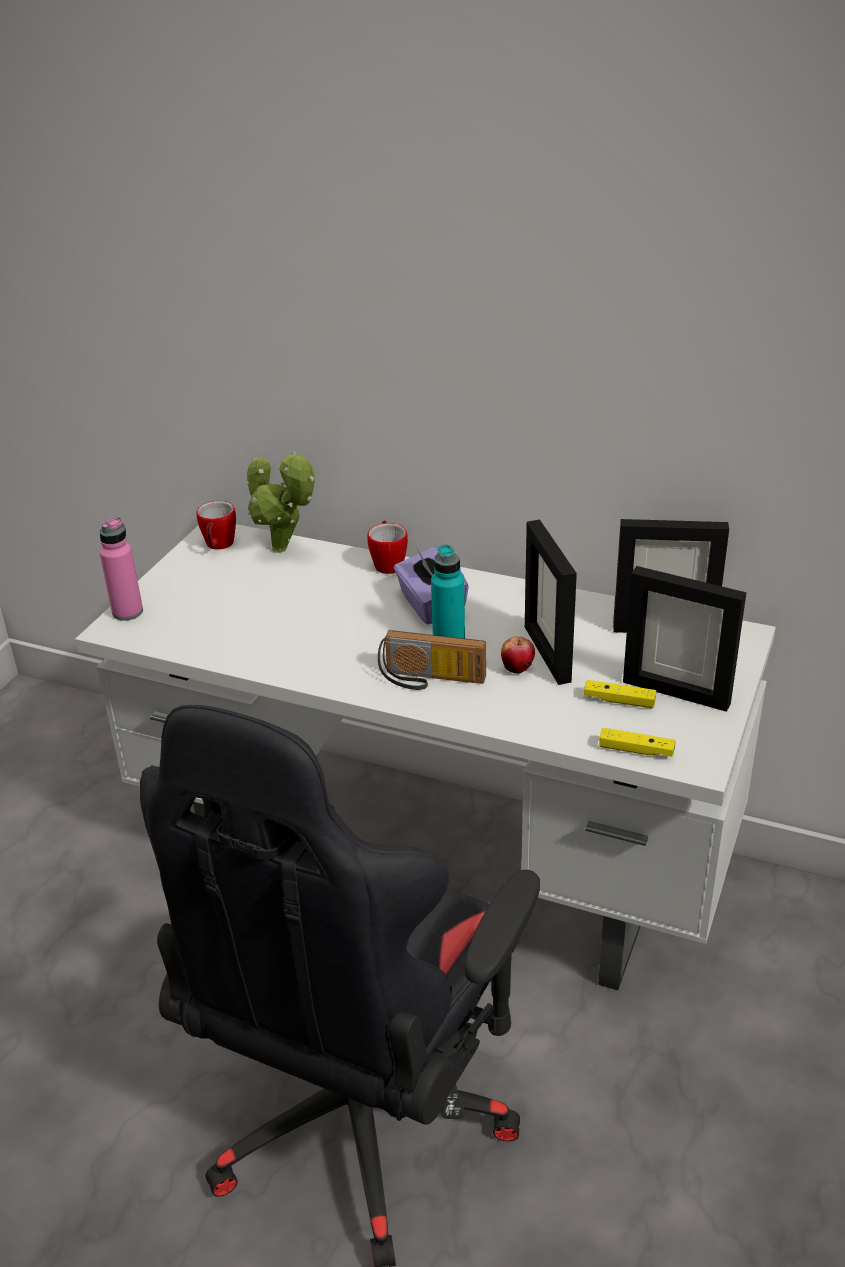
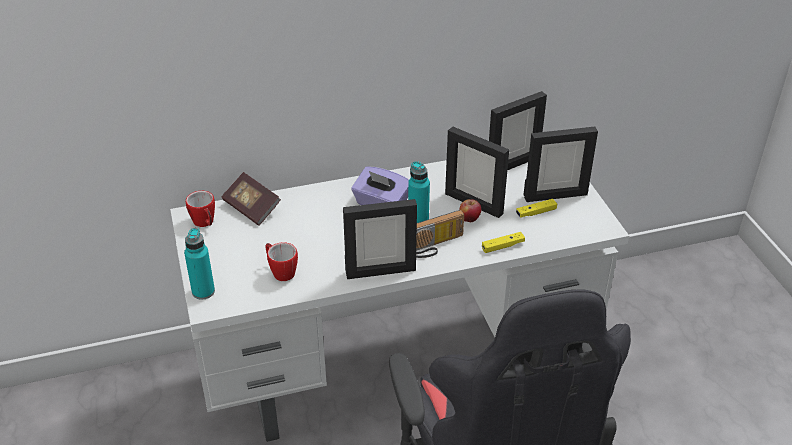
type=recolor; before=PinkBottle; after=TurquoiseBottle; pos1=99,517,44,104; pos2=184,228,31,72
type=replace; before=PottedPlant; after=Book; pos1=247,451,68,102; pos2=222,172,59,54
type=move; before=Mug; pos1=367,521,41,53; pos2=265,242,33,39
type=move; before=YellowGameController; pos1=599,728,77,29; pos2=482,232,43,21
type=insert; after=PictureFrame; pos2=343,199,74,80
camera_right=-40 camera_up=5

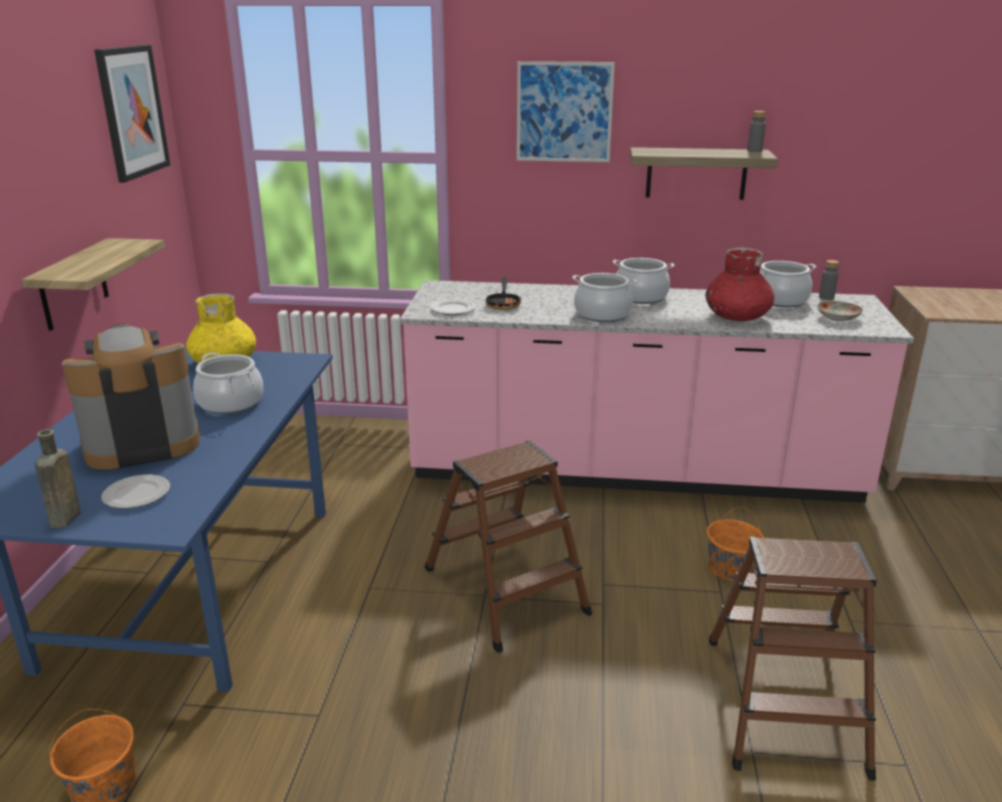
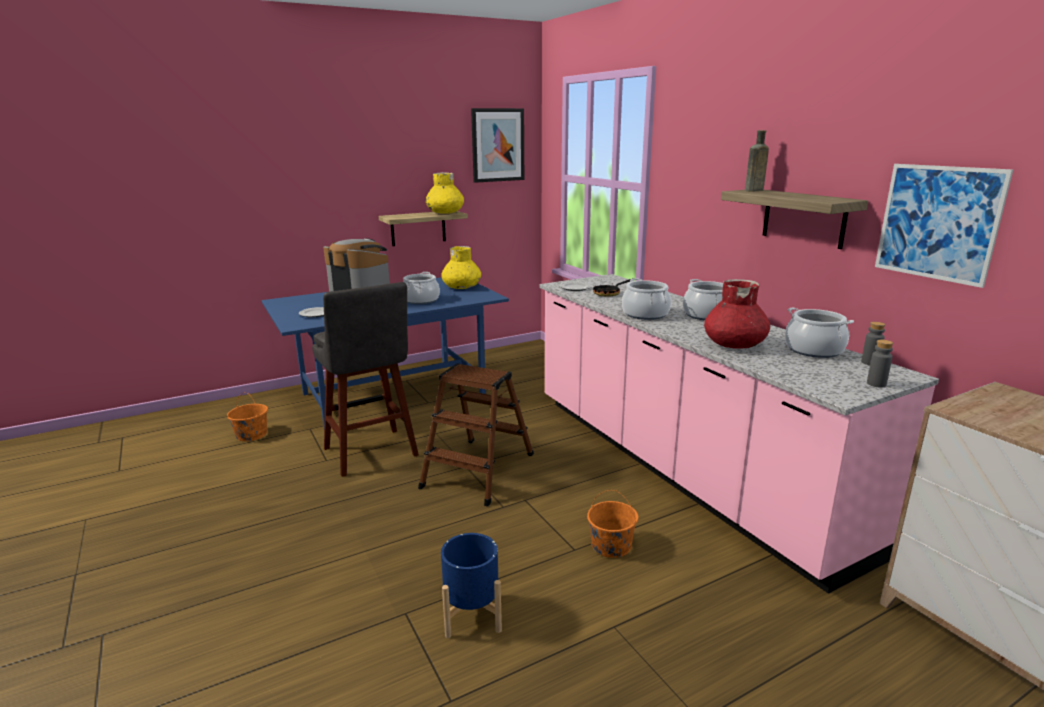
type=move; before=BrownBottle; pos1=35,429,46,100; pos2=745,130,24,62
type=move; before=Picture; pos1=517,61,98,101; pos2=875,164,138,124
type=replace; before=BrownStepLadder; after=BluePlanter; pos1=709,537,168,244; pos2=441,533,61,105
type=move; before=GreyBottle; pos1=747,111,19,41; pos2=867,340,26,48
type=delete; before=Plate; pos1=817,301,46,20
type=insert; after=GreyStool; pos2=312,282,107,195
type=insert; after=YellowVase; pos2=425,172,39,42
camera_right=55 camera_up=-5

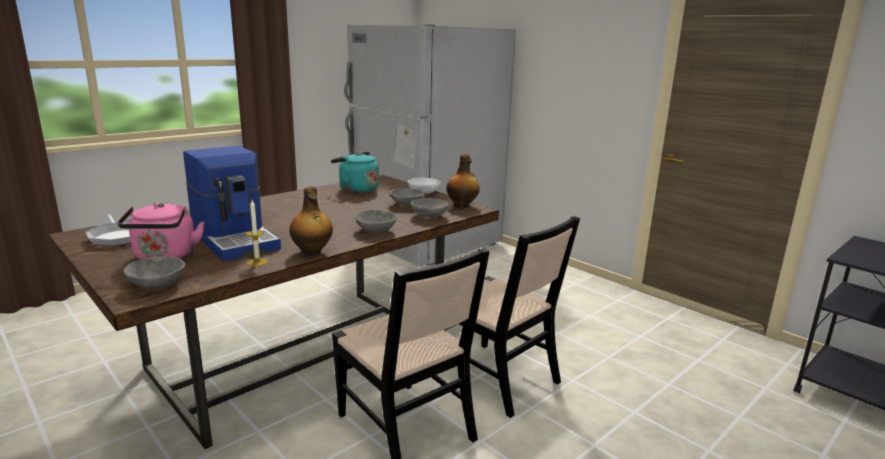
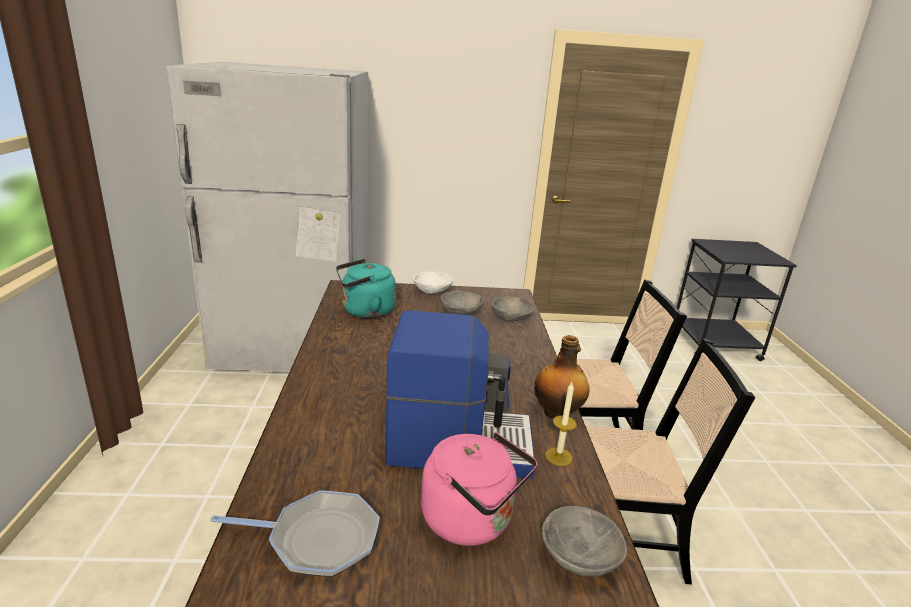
type=delete; before=GreyBowl; pos1=355,210,42,23
type=delete; before=Bottle; pos1=446,154,34,54
camera_right=-50 camera_up=5

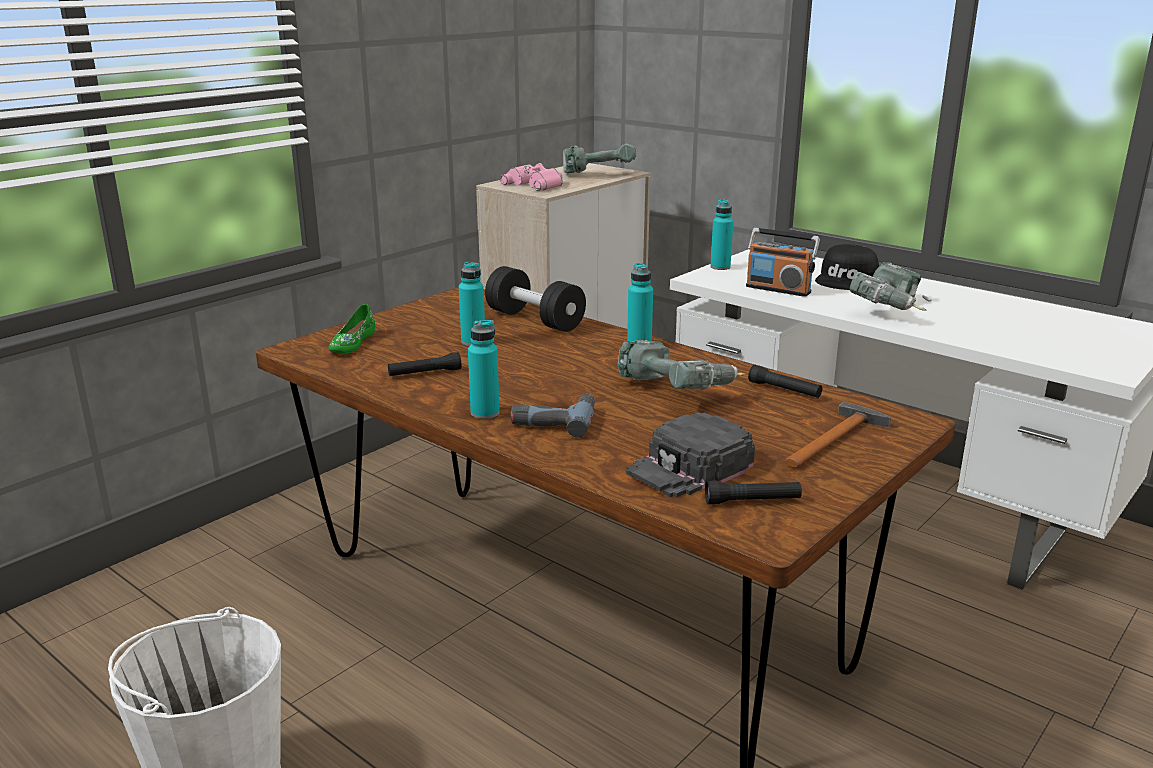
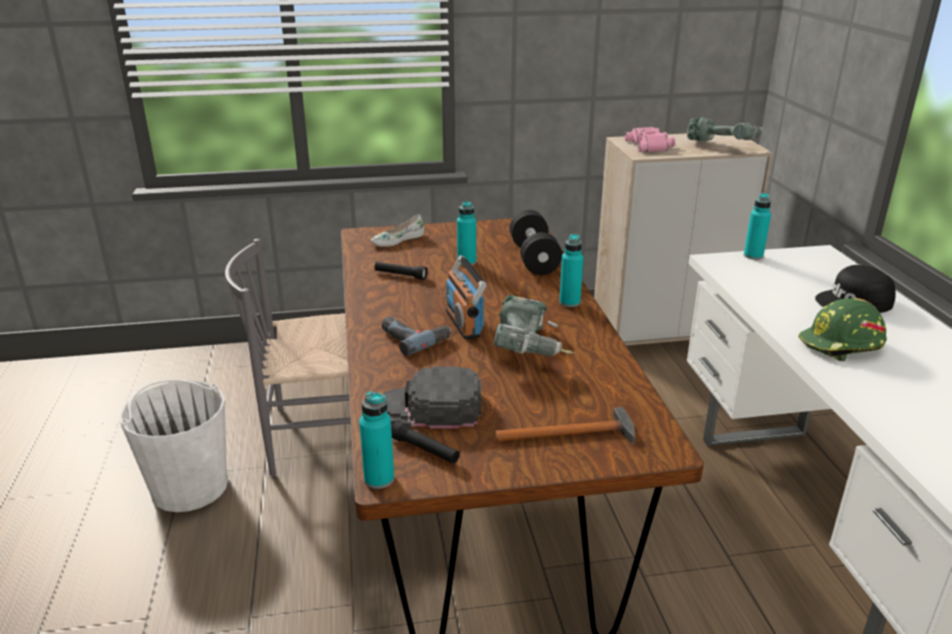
type=recolor; before=GreenShoe; after=WhiteShoe; pos1=329,304,46,49; pos2=371,214,53,33
type=move; before=TurquoiseBottle; pos1=468,320,32,99; pos2=359,391,35,98
type=move; before=Radio; pos1=746,228,74,69; pos2=446,255,41,84
type=delete; before=BlackFlashlight; pos1=748,365,74,33
type=replace; before=PowerDrill; after=GreenHardHat; pos1=850,262,82,49; pos2=798,298,89,63
type=insert; after=GreyChair; pos2=225,239,126,237
camera_right=40 camera_up=5

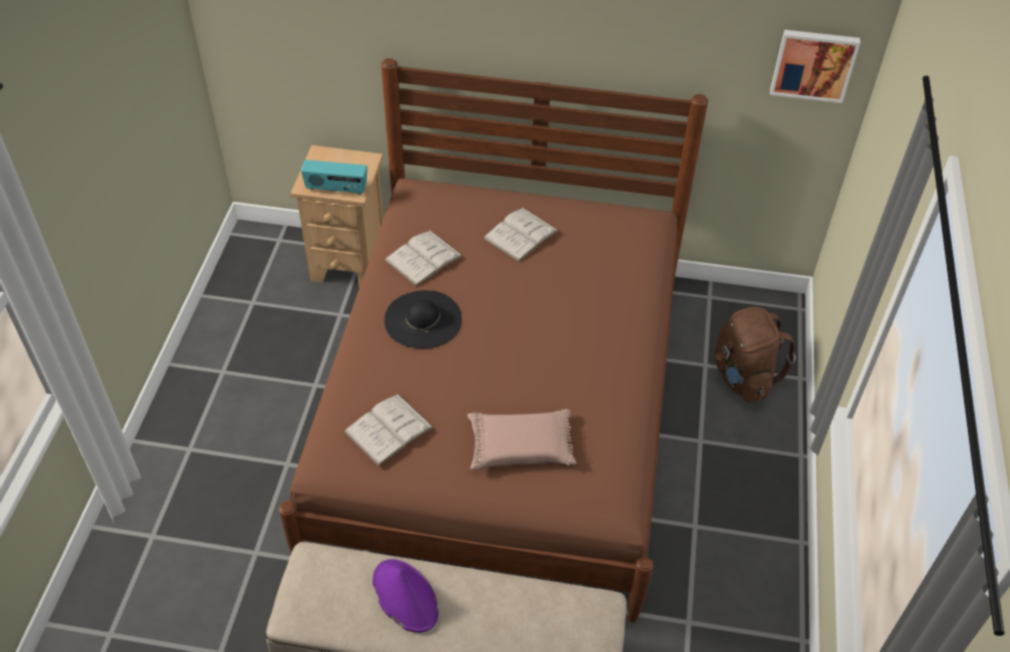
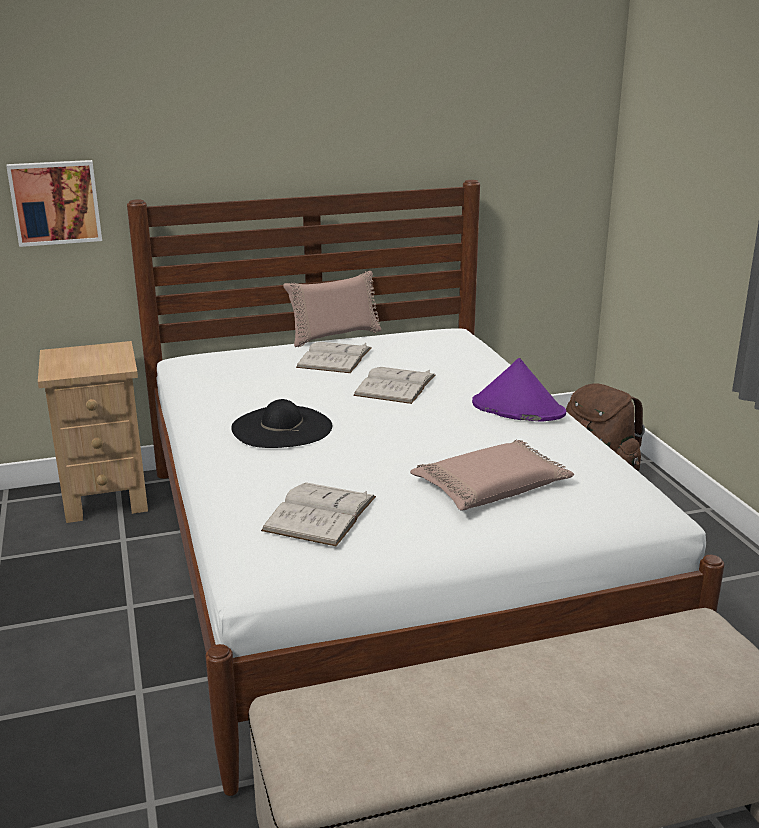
type=recolor; before=BrownBed; after=WhiteBed; pos1=279,58,429,564; pos2=127,180,597,616
type=delete; before=Radio; pos1=301,160,66,35
type=move; before=PurpleHat; pos1=373,559,66,74; pos2=472,358,94,64
type=move; before=WhiteBook; pos1=384,230,79,57; pos2=353,367,83,37
type=move; before=Picture; pos1=770,30,90,73; pos2=6,160,96,87
type=insert; after=BeigePillow; pos2=283,271,98,76
camera_right=-25 camera_up=-25

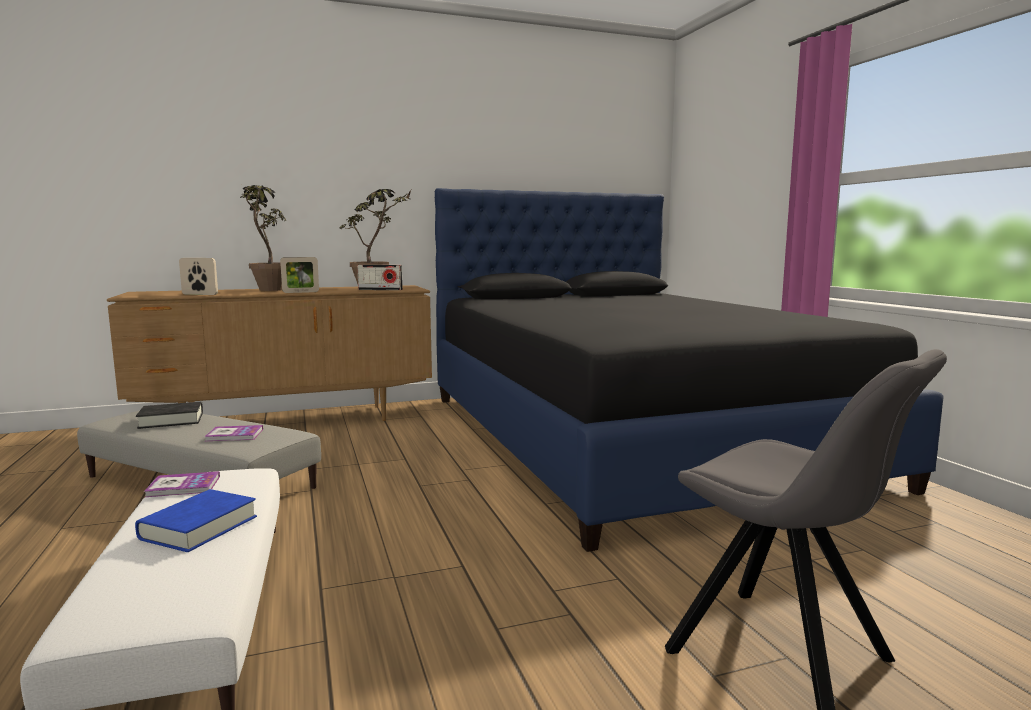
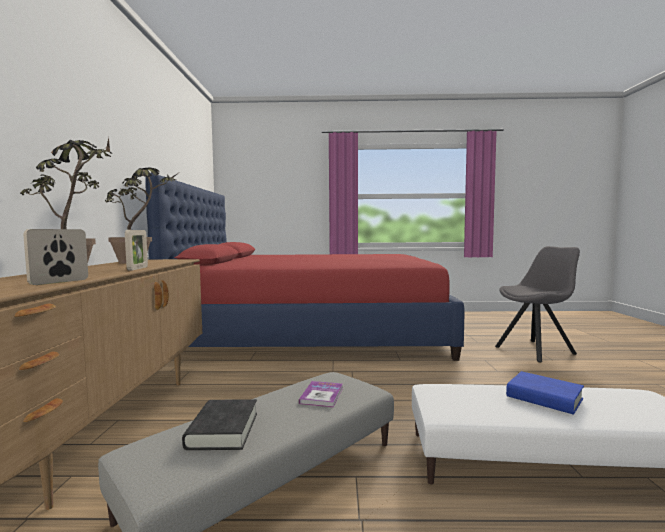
type=delete; before=Book; pos1=144,471,76,26
type=delete; before=Radio; pos1=357,265,46,25
type=recolor; before=BlackBed; after=RedBed; pos1=435,188,509,364; pos2=145,173,319,188
camera_right=-70 camera_up=-5

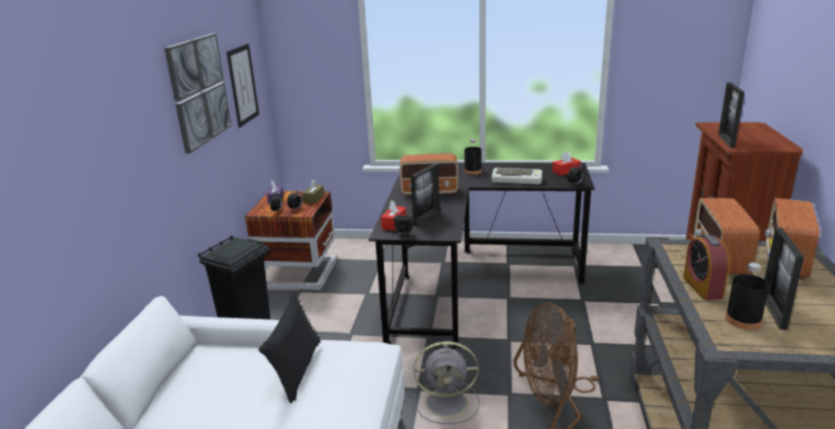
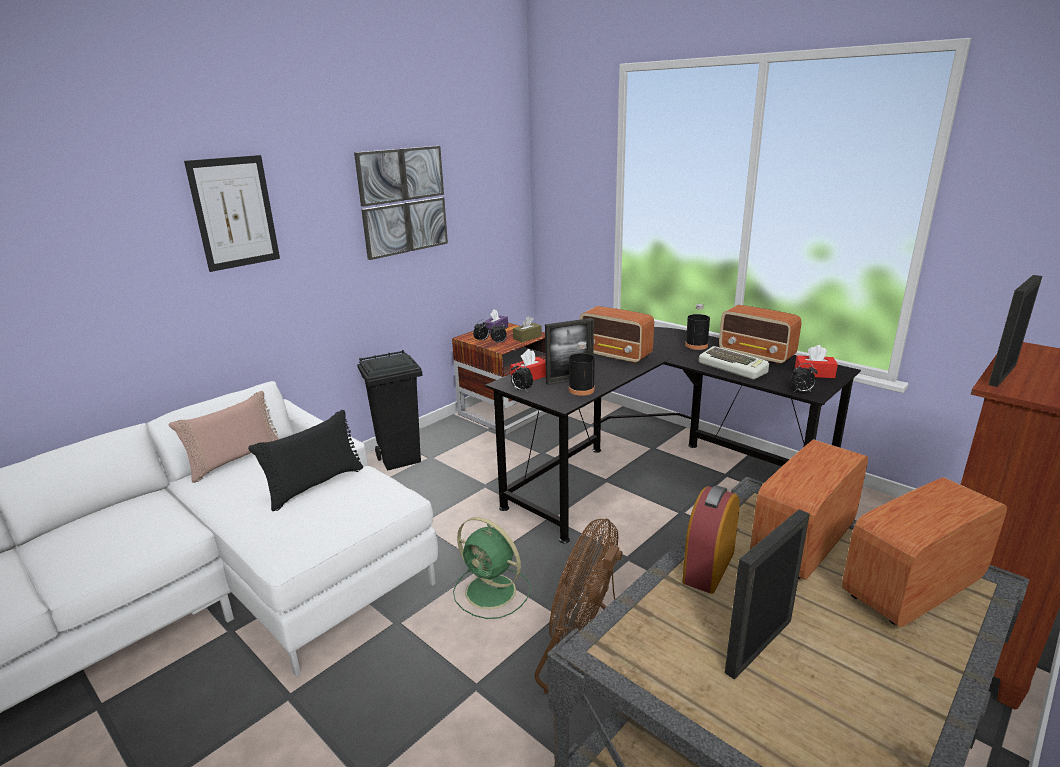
type=move; before=Picture; pos1=227,44,32,84; pos2=184,155,96,117
type=recolor; before=GreyFan; after=GreenFan; pos1=413,341,66,83; pos2=453,517,77,102
type=move; before=BlackBottle; pos1=725,263,44,67; pos2=569,342,26,54
type=insert; after=BeigePillow; pos2=169,391,110,92
type=insert; after=Radio; pos2=719,305,82,60
camera_right=35 camera_up=0

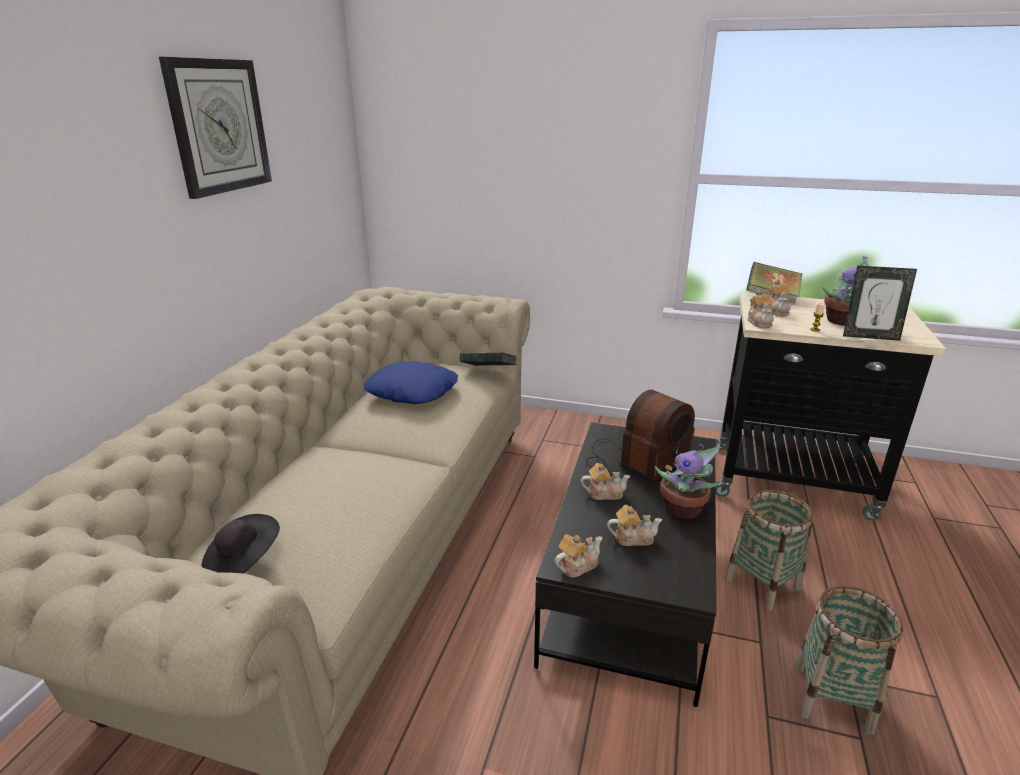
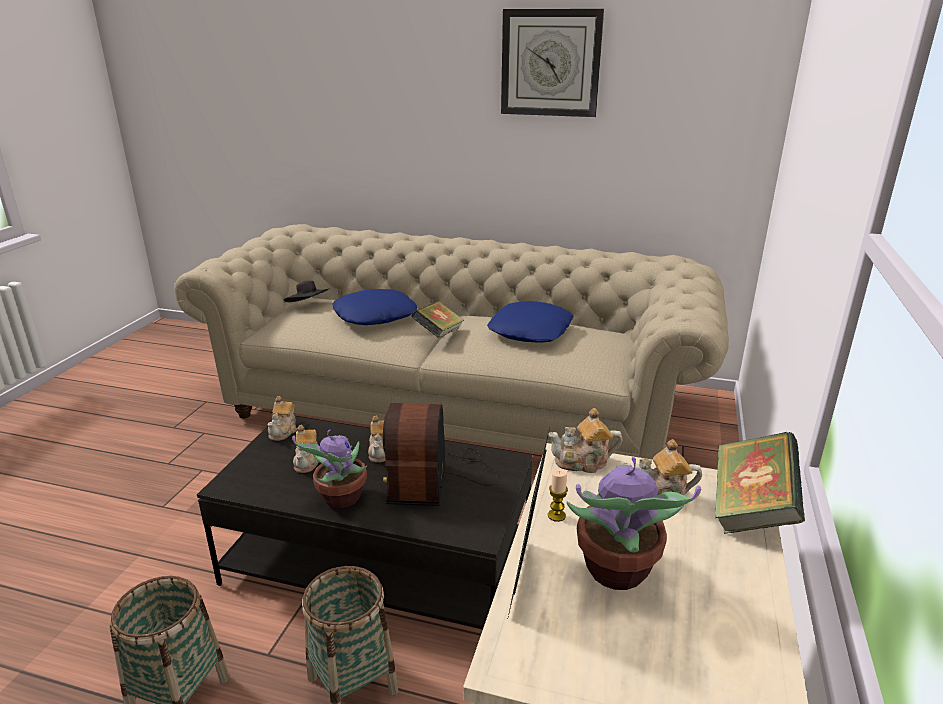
type=move; before=Book; pos1=459,352,58,14; pos2=411,301,53,37
type=rotate; before=Teapot; pos1=554,534,48,43; pos2=267,396,30,45; turn=45
type=rotate; before=Radio; pos1=586,390,109,94; pos2=383,403,115,103; turn=45
type=insert; after=BluePillow; pos2=332,289,85,36
camera_right=90 camera_up=0

